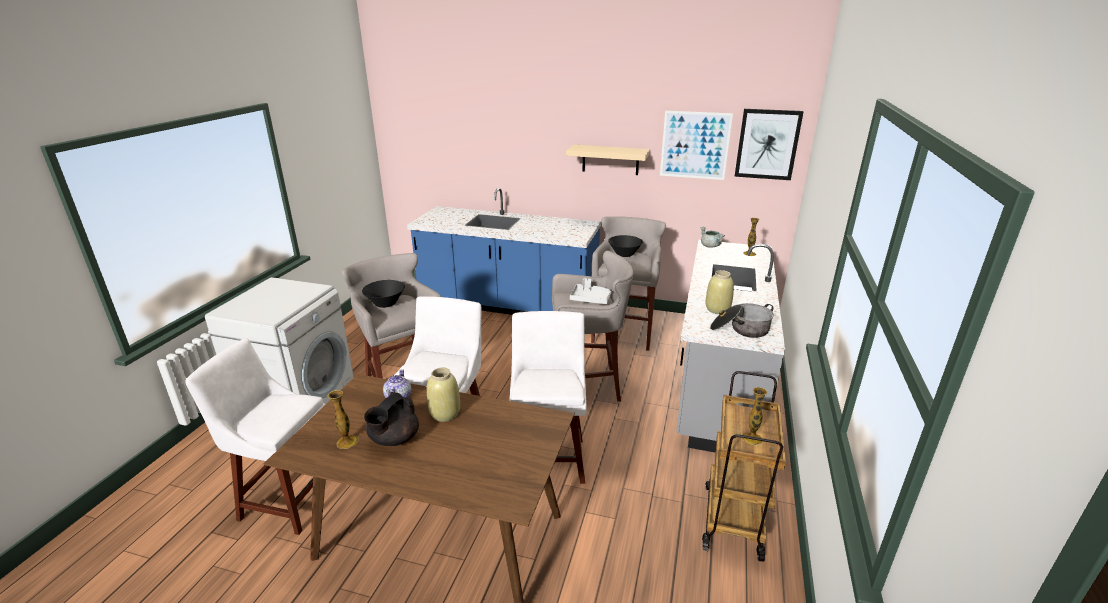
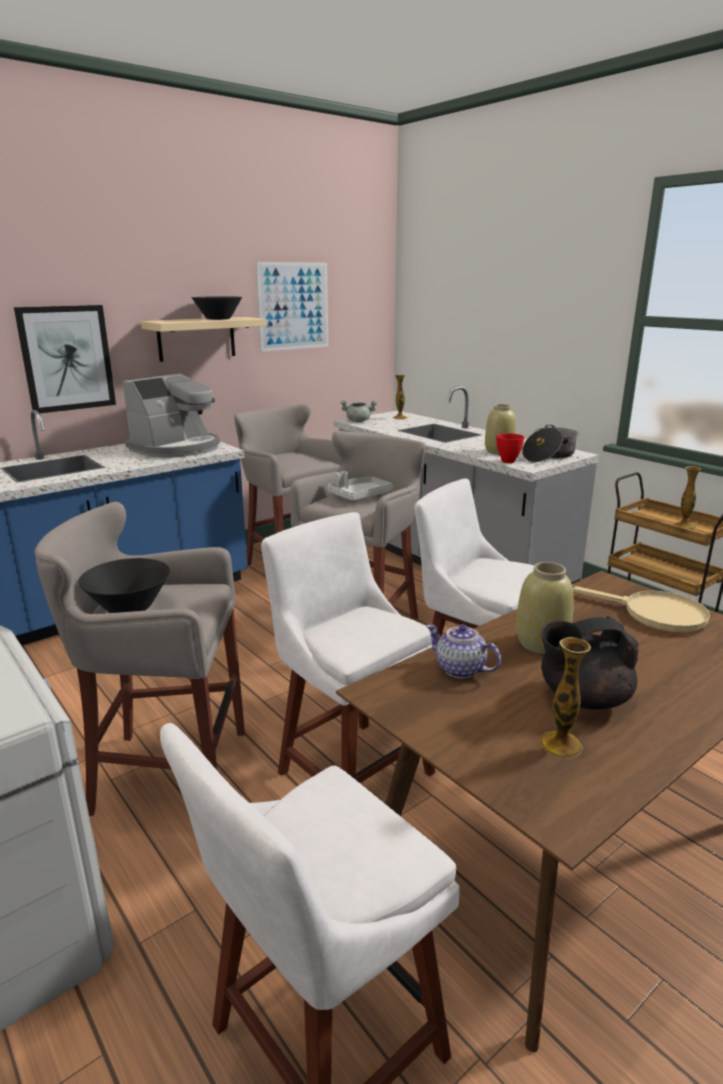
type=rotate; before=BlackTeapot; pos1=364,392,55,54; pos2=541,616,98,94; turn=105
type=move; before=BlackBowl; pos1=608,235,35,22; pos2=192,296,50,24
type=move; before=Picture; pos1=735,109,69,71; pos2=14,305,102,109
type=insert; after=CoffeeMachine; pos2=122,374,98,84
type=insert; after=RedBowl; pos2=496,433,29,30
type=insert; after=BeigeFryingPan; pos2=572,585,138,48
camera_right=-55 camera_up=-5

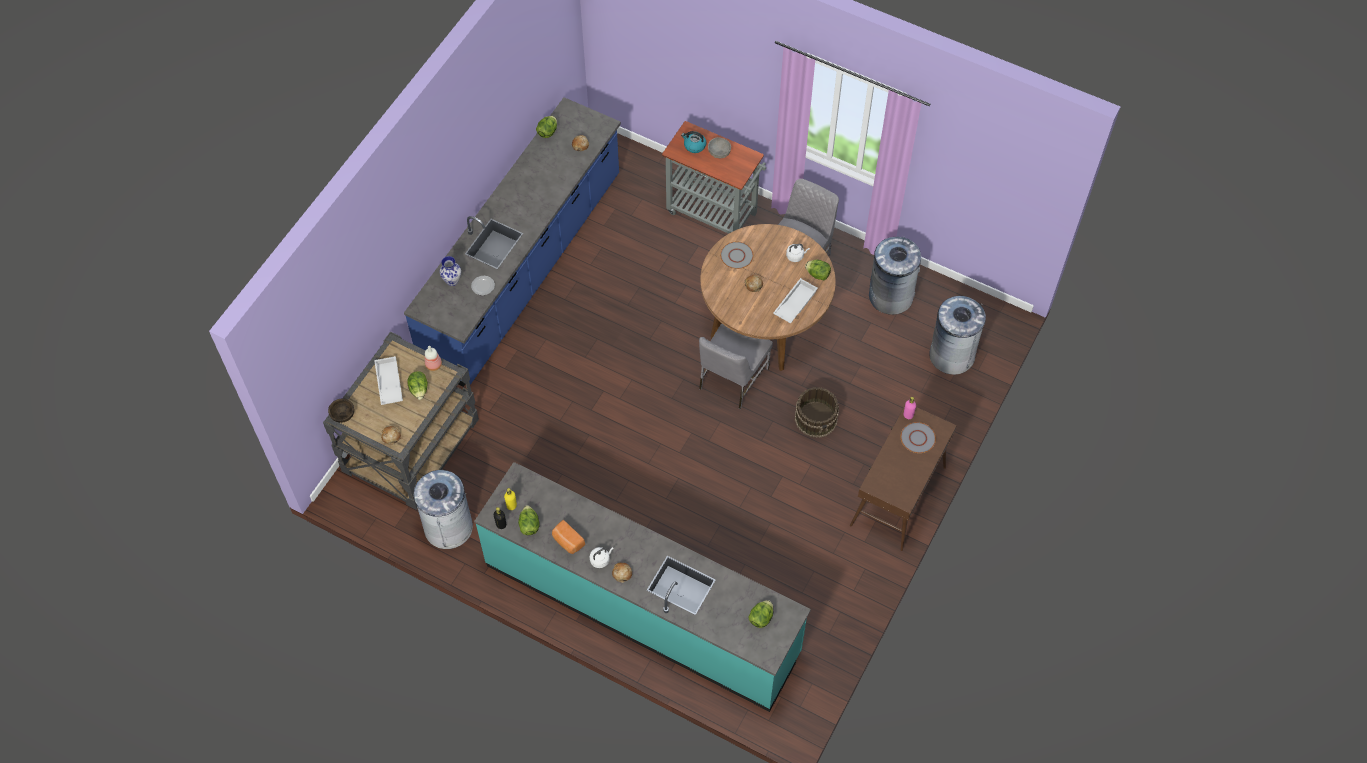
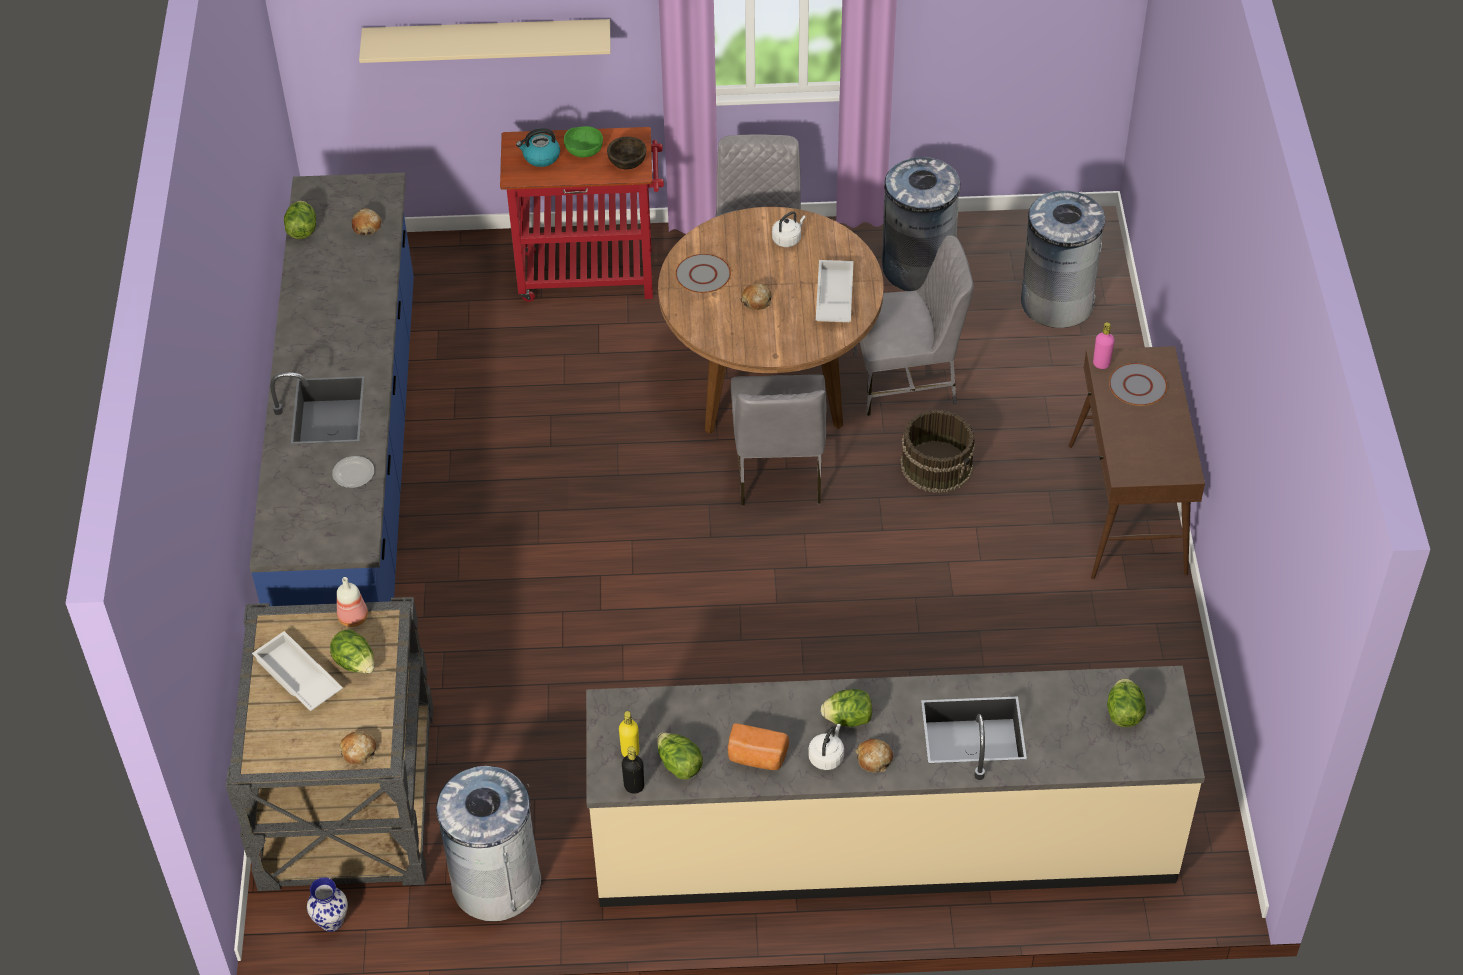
type=move; before=BrownBowl; pos1=328,398,26,25; pos2=607,137,39,32
type=move; before=Vase; pos1=440,256,21,30; pos2=307,877,41,55
type=recolor; before=TurquoiseCounter; after=BeigeCounter; pos1=474,462,337,250; pos2=586,666,619,241
type=recolor; before=GreyCart; after=RedCart; pos1=662,121,104,113; pos2=500,127,164,175
type=recolor; before=GreyBowl; after=GreenBowl; pos1=708,137,23,21; pos2=564,126,39,31
type=move; before=Lettuce; pos1=805,260,26,20; pos2=821,689,51,38
type=insert; after=BeigeShelf; pos2=359,19,252,44
type=insert; after=GreyChair; pos2=853,235,121,181
camera_right=-30 camera_up=-10

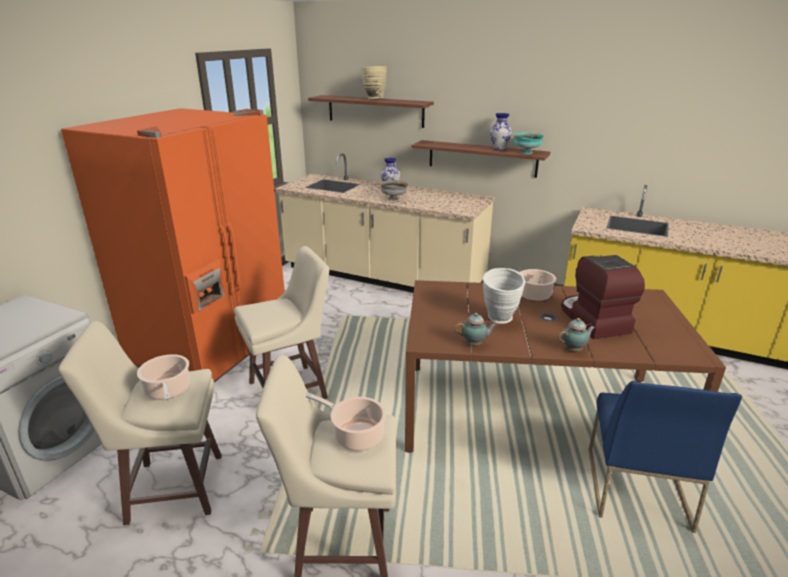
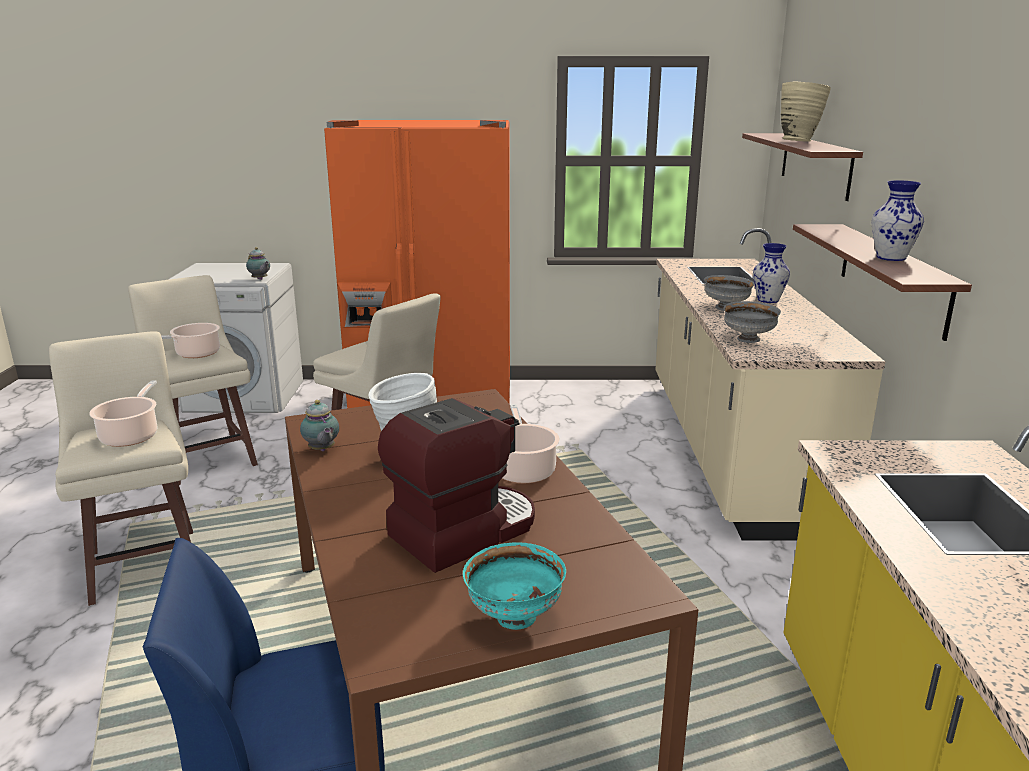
type=move; before=TurquoiseBowl; pos1=513,132,31,22; pos2=463,543,103,87
type=move; before=Teapot; pos1=558,318,37,33; pos2=246,247,24,33
type=insert; after=GreyBowl; pos2=723,301,58,42
camera_right=65 camera_up=-5

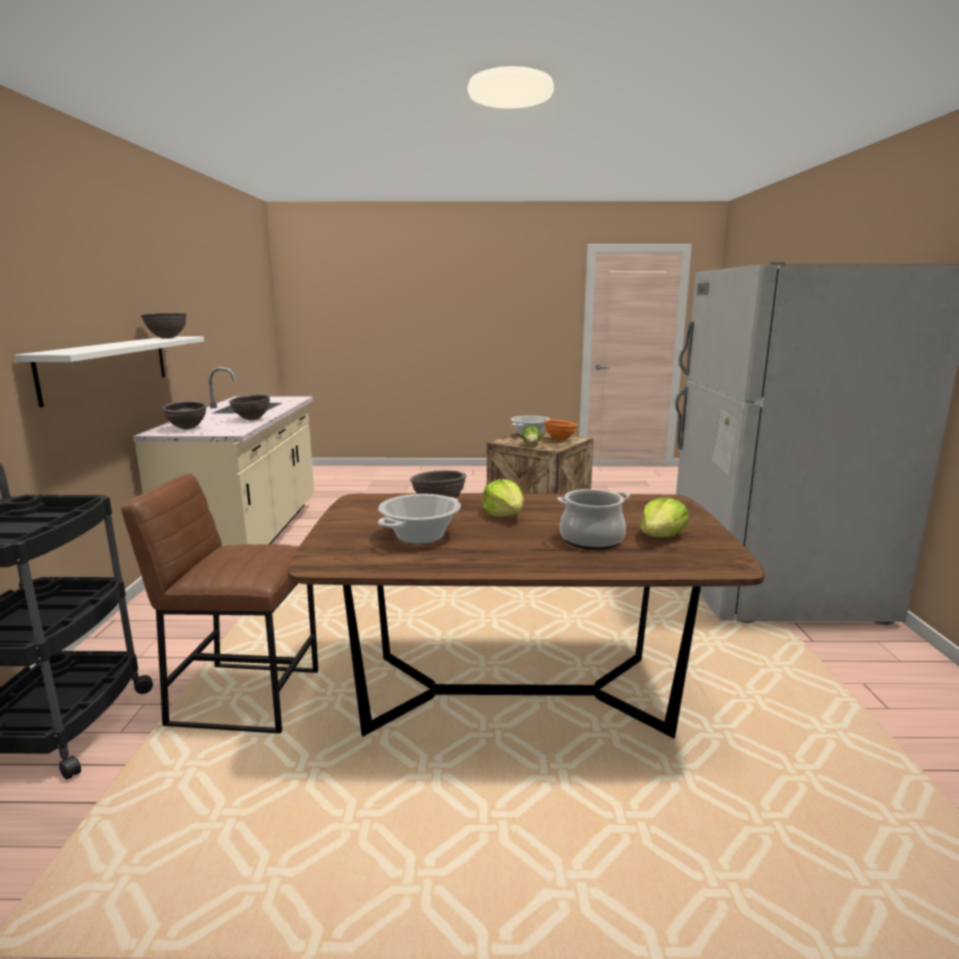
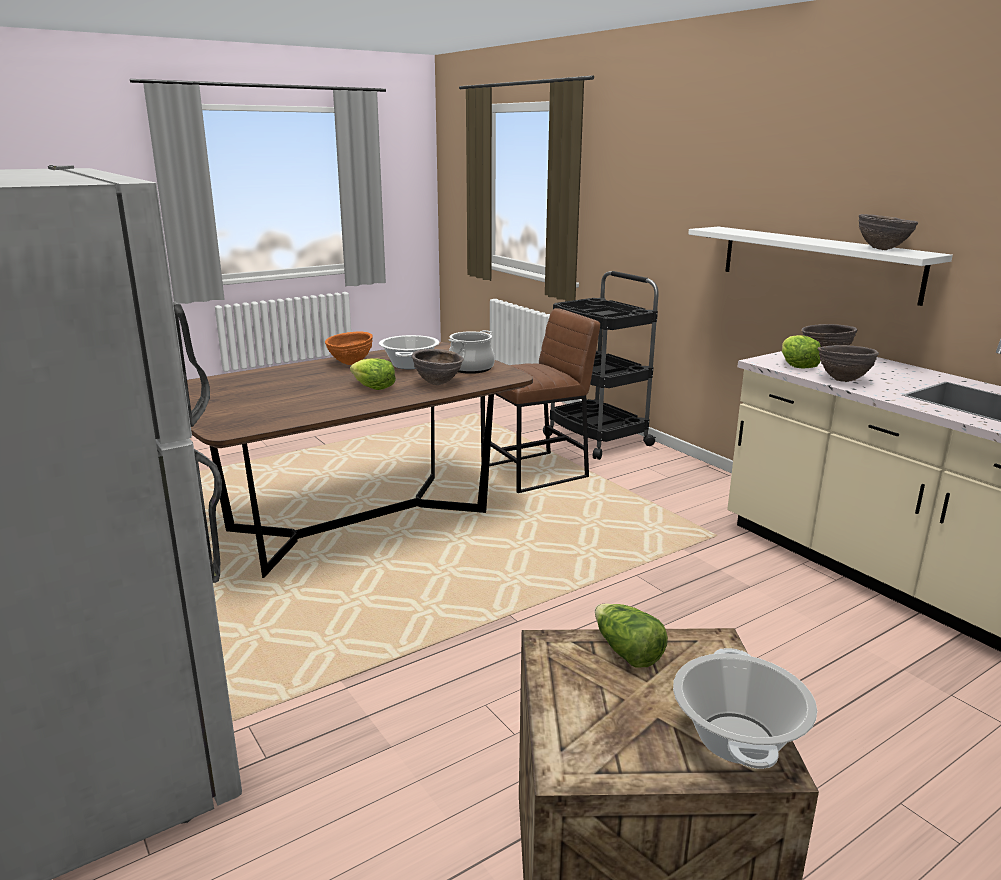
type=move; before=OrangeBowl; pos1=545,420,32,21; pos2=325,332,48,33
type=move; before=CookingPot; pos1=557,489,73,61; pos2=449,330,46,44
type=move; before=Lettuce; pos1=640,497,49,40; pos2=782,335,39,34
camera_right=145 camera_up=5

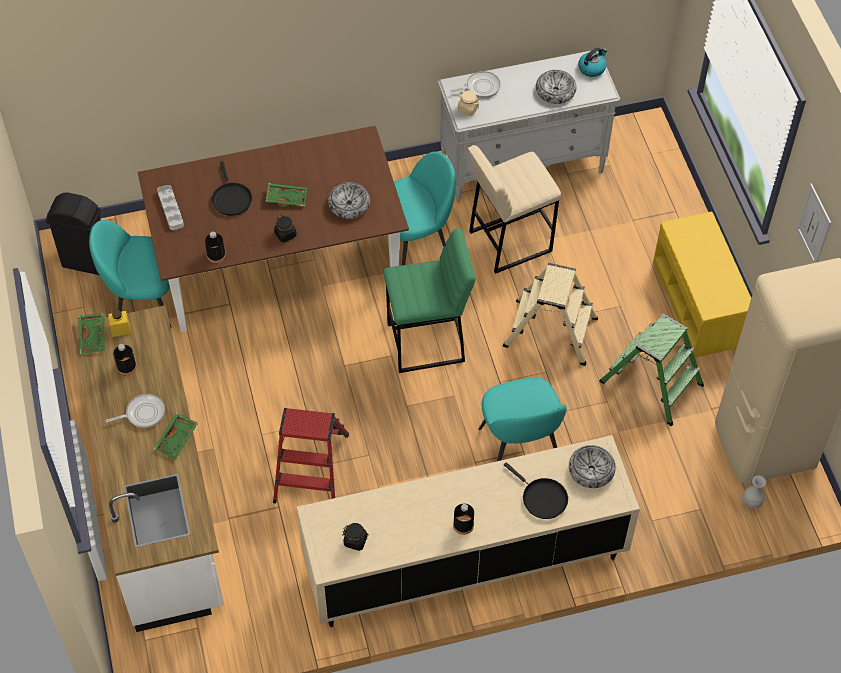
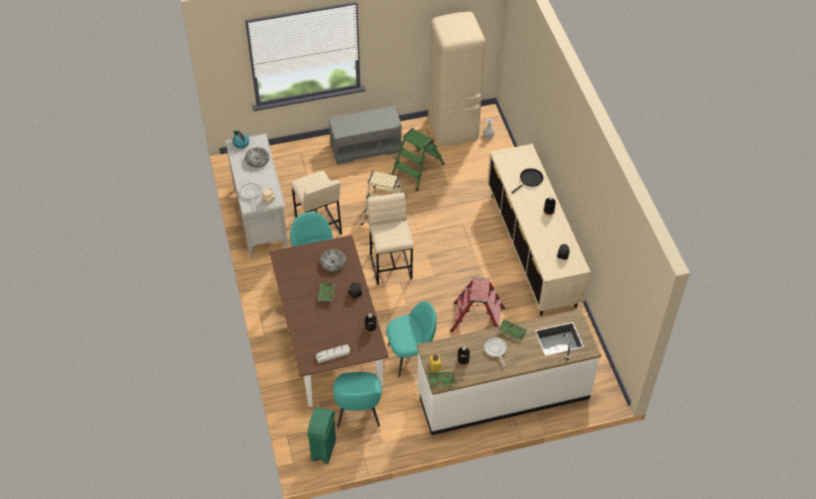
type=recolor; before=BlackTrashCan; after=GreenTrashCan; pos1=46,193,55,82; pos2=307,407,29,57
type=delete; before=BlackFryingPan; pos1=212,161,40,55
type=recolor; before=GreenStool; after=BeigeStool; pos1=384,229,92,144; pos2=367,192,47,93
type=move; before=TurquoiseChair; pos1=479,377,88,84; pos2=386,301,51,76
type=delete; before=Bowl; pos1=569,445,47,43
type=recolor; before=YellowBench; after=GreyBench; pos1=653,212,98,146; pos2=328,106,74,59
type=delete; before=Picture; pos1=796,183,35,80
camera_right=-90 camera_up=-5

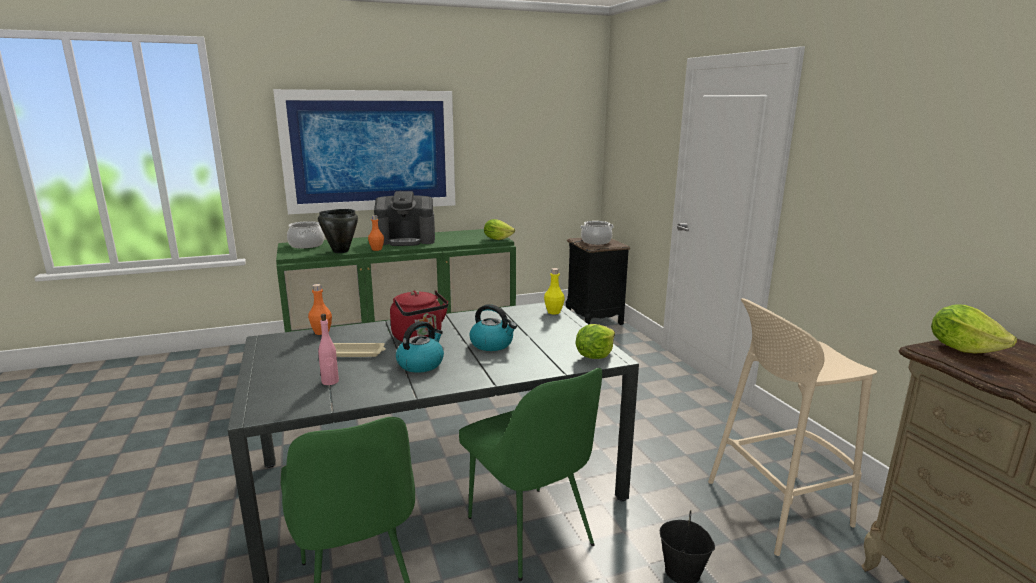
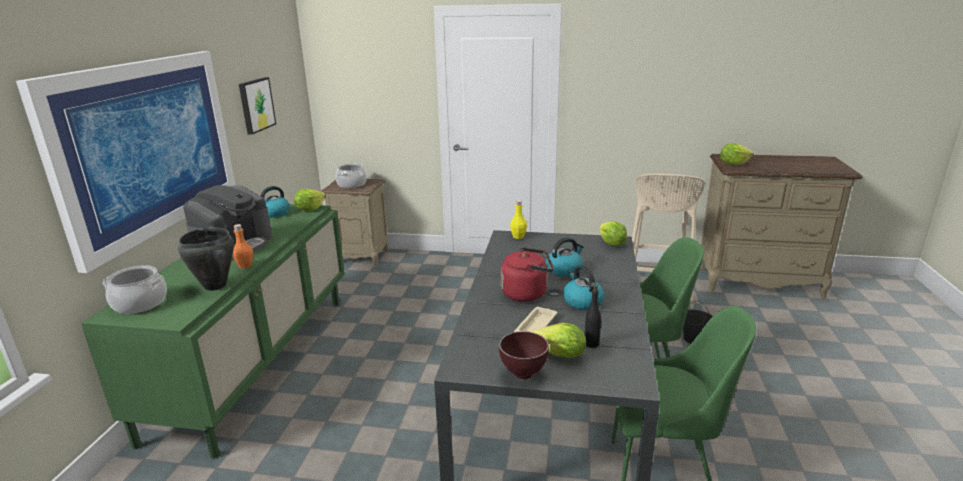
type=delete; before=OrangeBottle; pos1=308,284,24,51
type=recolor; before=PinkBottle; after=BlackBottle; pos1=318,314,21,71; pos2=585,285,17,63
type=recolor; before=BlackNightstand; after=BeigeNightstand; pos1=566,238,64,87; pos2=321,179,68,88
type=insert; after=Picture; pos2=239,77,37,57
type=insert; after=Kettle; pos2=261,186,29,32
type=insert; after=BrownBowl; pos2=499,331,50,48
type=insert; after=Lettuce; pos2=532,323,54,35
camera_right=-60 camera_up=5

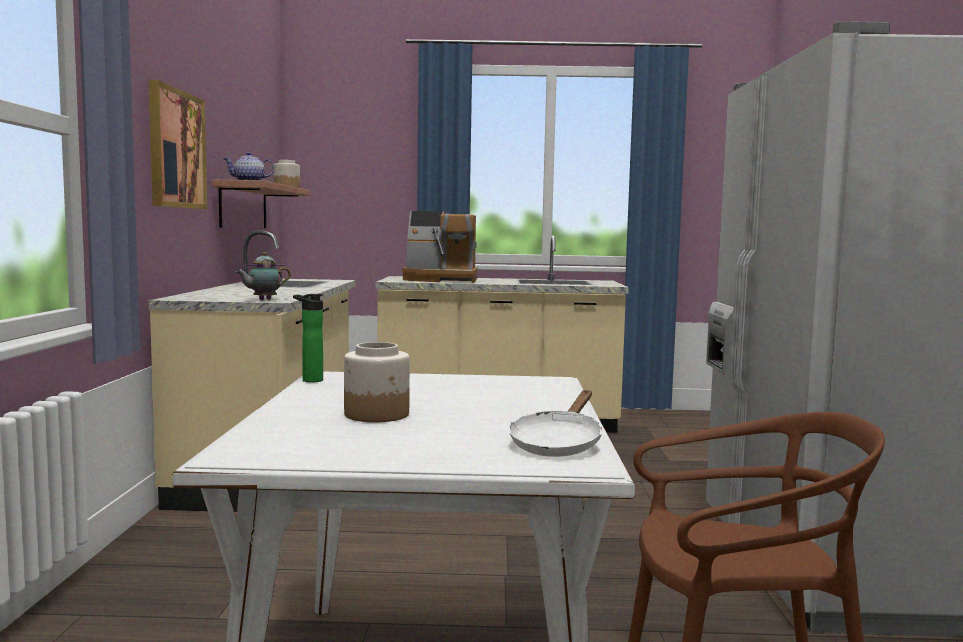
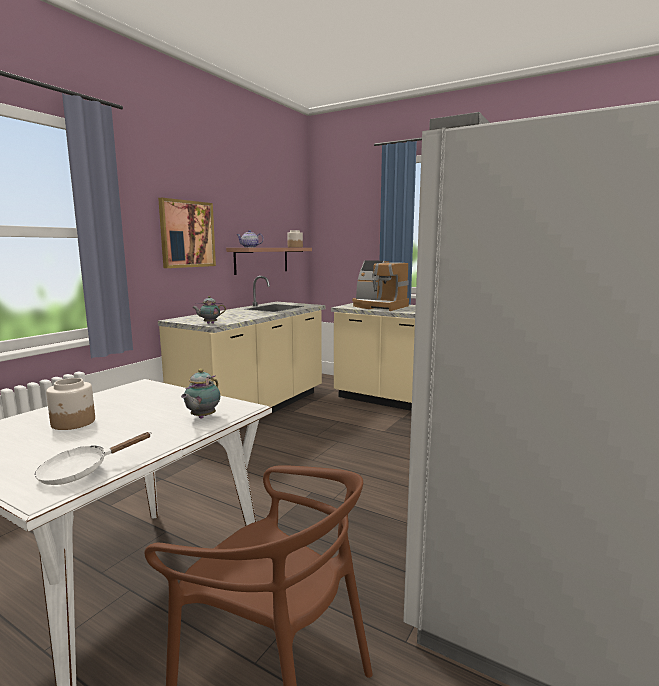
type=delete; before=Bottle; pos1=293,294,30,89
type=insert; after=Teapot; pos2=181,369,39,50
camera_right=30 camera_up=5

